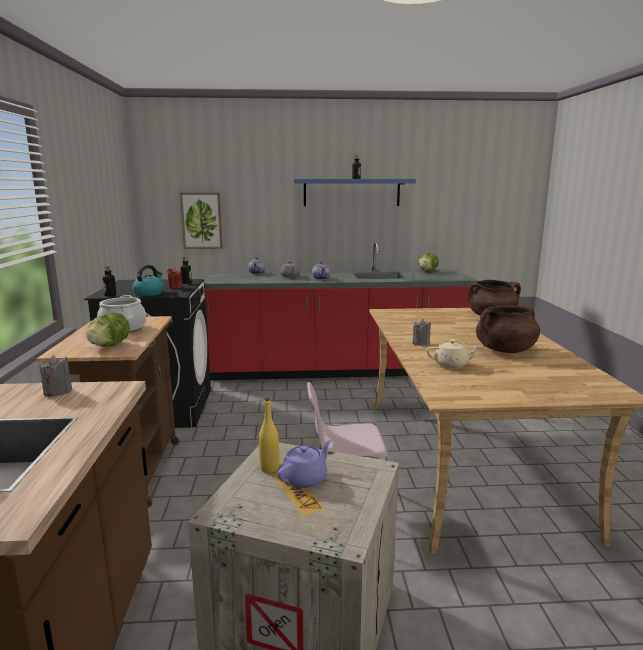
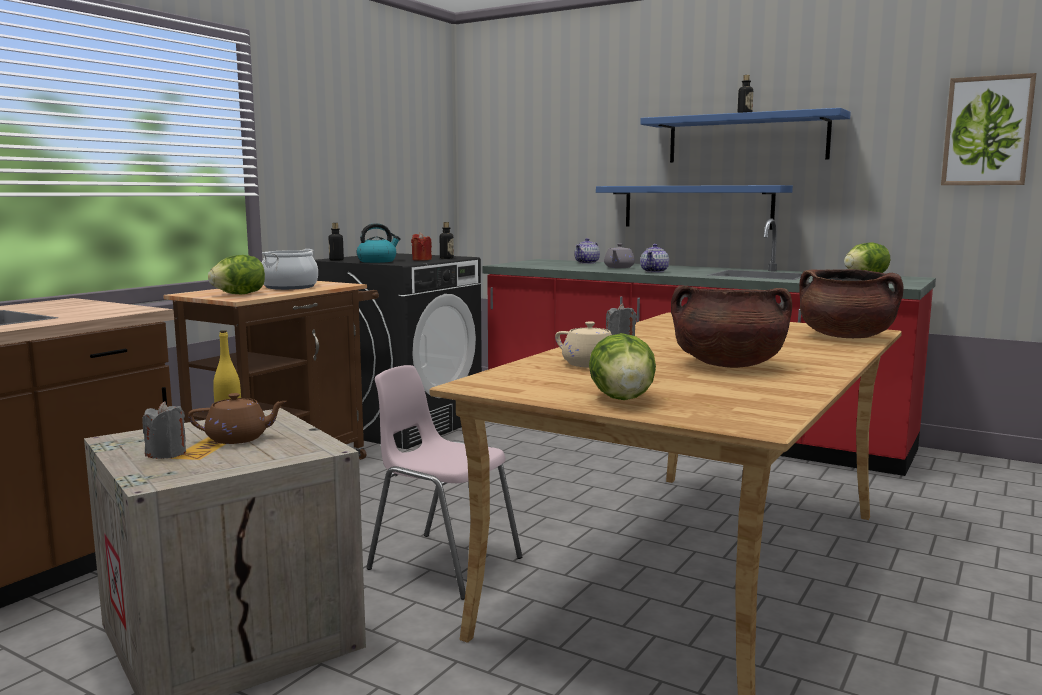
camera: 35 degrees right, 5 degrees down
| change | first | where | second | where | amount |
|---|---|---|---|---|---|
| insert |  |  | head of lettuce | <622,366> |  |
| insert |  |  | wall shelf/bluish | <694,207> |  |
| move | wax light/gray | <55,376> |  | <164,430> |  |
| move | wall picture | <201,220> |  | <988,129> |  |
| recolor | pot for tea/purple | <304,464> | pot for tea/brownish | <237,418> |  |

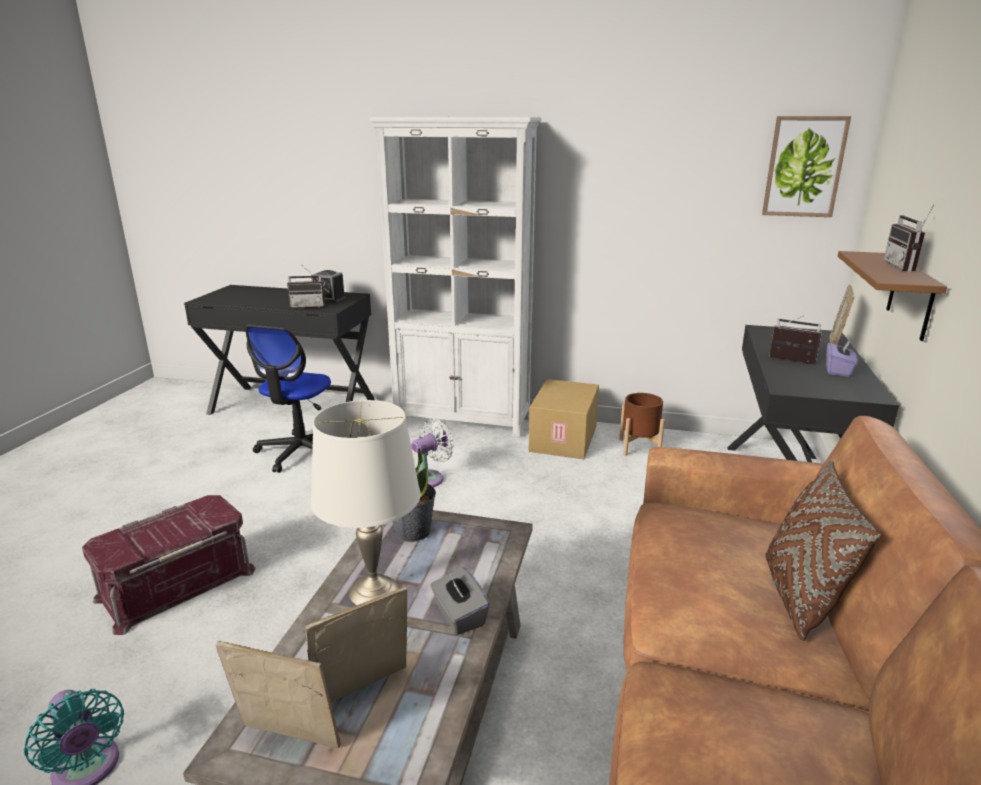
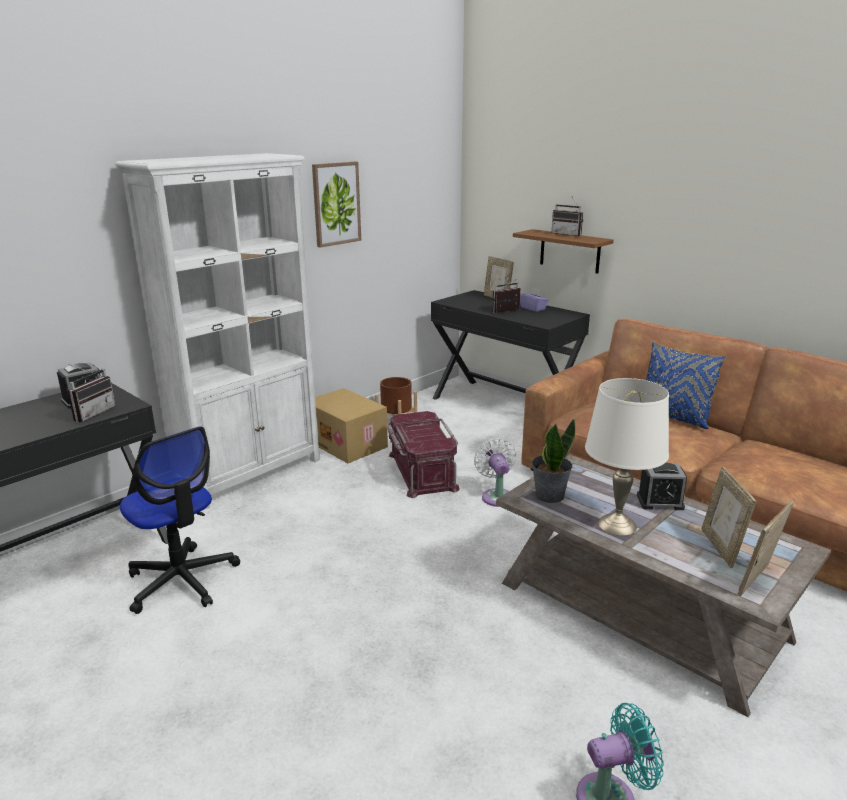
camera: 60 degrees left, 0 degrees up
| change | first | where | second | where | amount |
|---|---|---|---|---|---|
| move | storage container/red-coloured | <168,565> |  | <423,454> |  |
| move | electric fan/whitish | <432,452> |  | <495,472> |  |
| move | wall picture | <806,166> |  | <336,205> |  |
| replace | tissue box/gray | <460,601> | bedside clock | <662,486> |  |
| recolor | throw pillow/brownish | <823,551> | throw pillow/bluish | <686,385> |  |

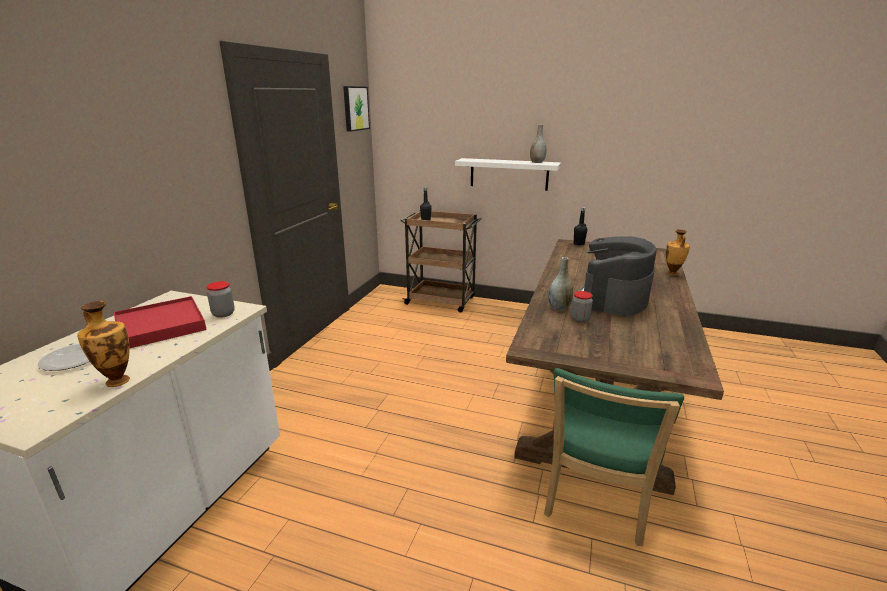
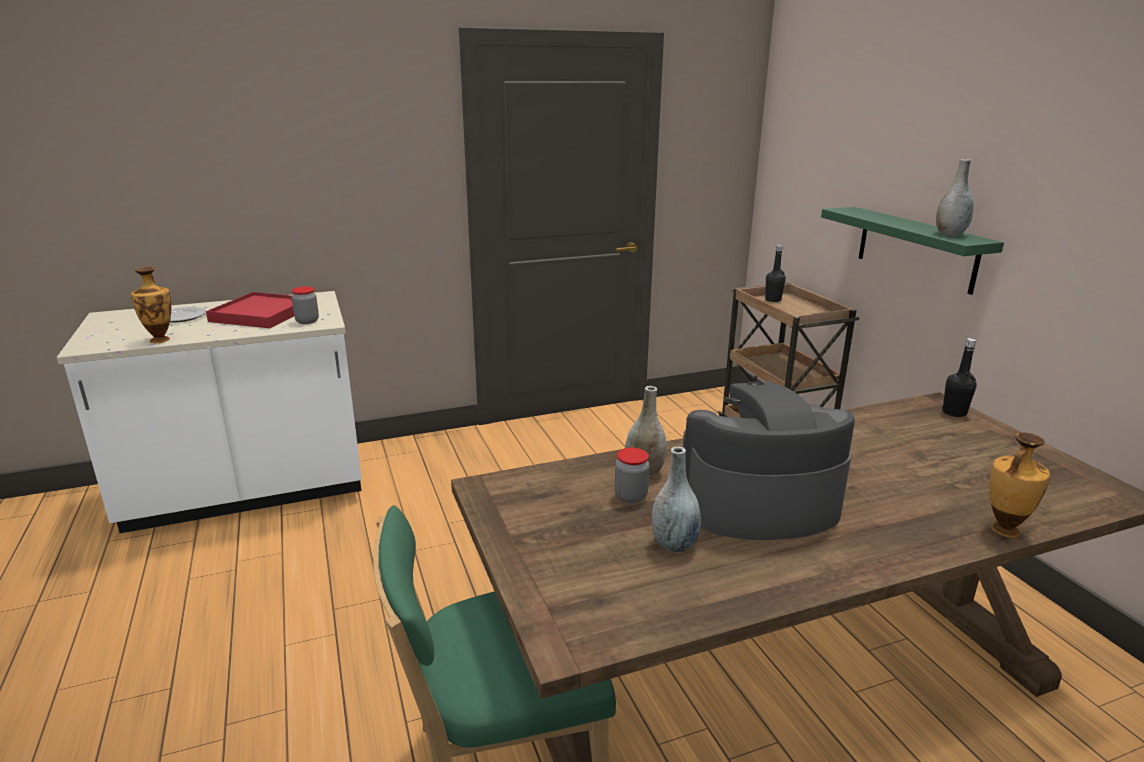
camera: 50 degrees right, 0 degrees up
| change | first | where | second | where | amount |
|---|---|---|---|---|---|
| delete | wall picture | <356,109> |  |  |  |
| insert |  |  | vase/gray | <676,500> |  |
| recolor | wall shelf/whitish | <508,174> | wall shelf/greenish | <912,251> |  |

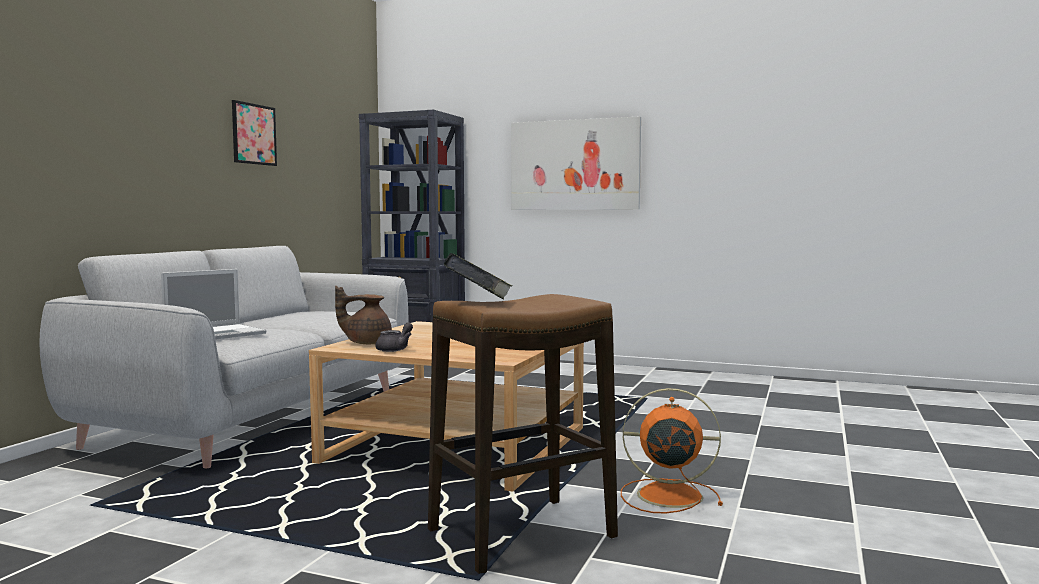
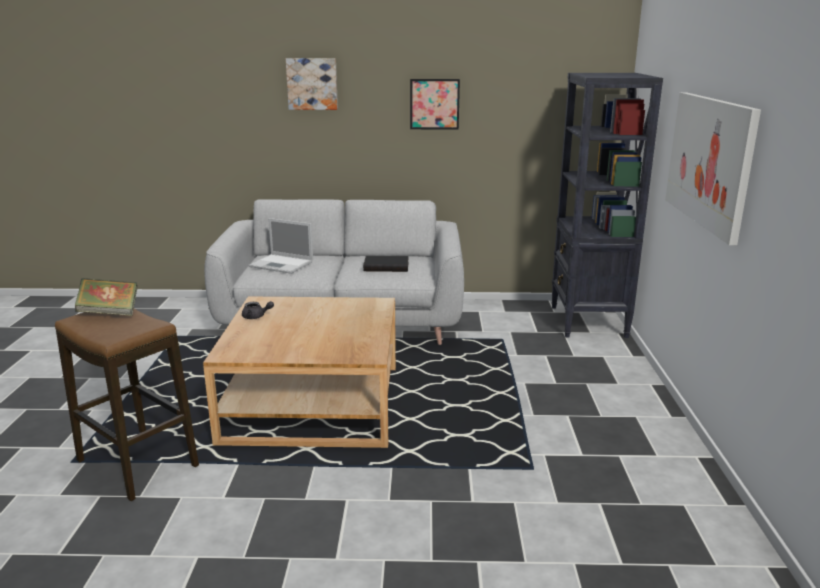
camera: 70 degrees right, 15 degrees up
| change | first | where | second | where | amount |
|---|---|---|---|---|---|
| delete | pot for tea/brownish | <363,315> |  |  |  |
| delete | electric fan/orange-coloured | <672,450> |  |  |  |
| insert |  |  | wall picture | <312,84> |  |
| insert |  |  | bound book/blackish | <386,264> |  |

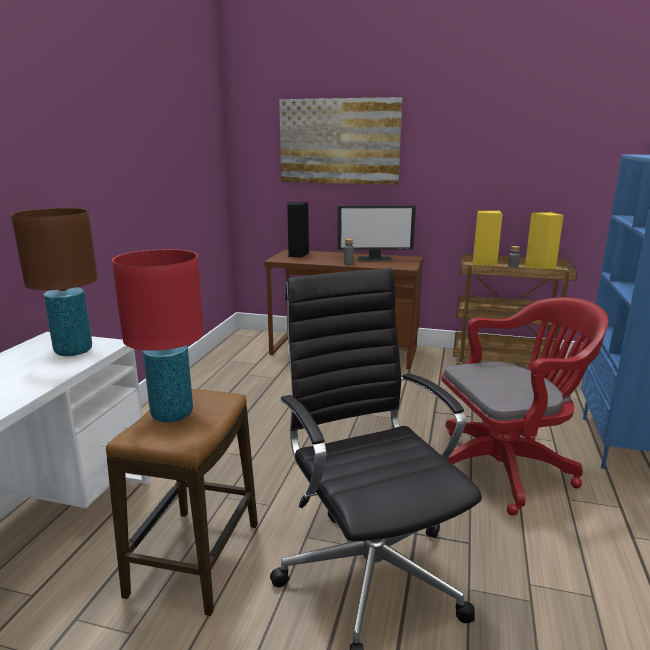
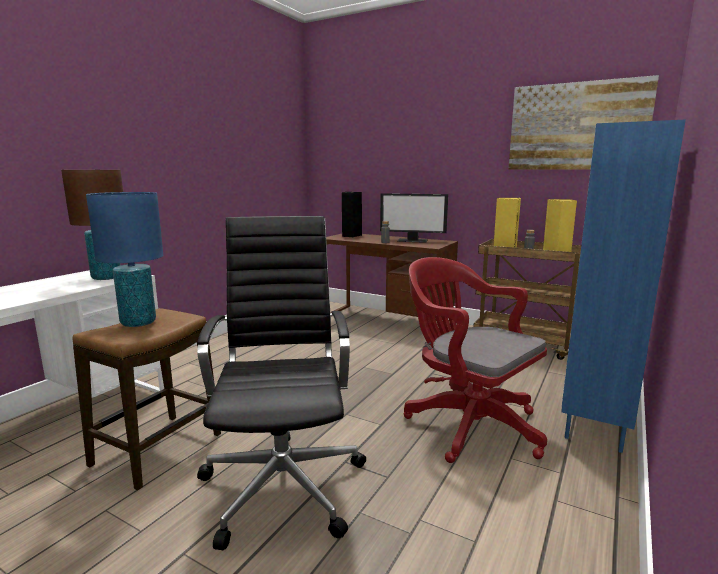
camera: 15 degrees right, 5 degrees down
| change | first | where | second | where | amount |
|---|---|---|---|---|---|
| move | wall picture | <340,141> |  | <583,122> |  |
| recolor | tabletop lamp/red-coloured | <158,336> | tabletop lamp/bluish | <124,259> |  |
| rotate | desk chair/red-coloured | <524,406> |  | <475,360> | 135 degrees counterclockwise |

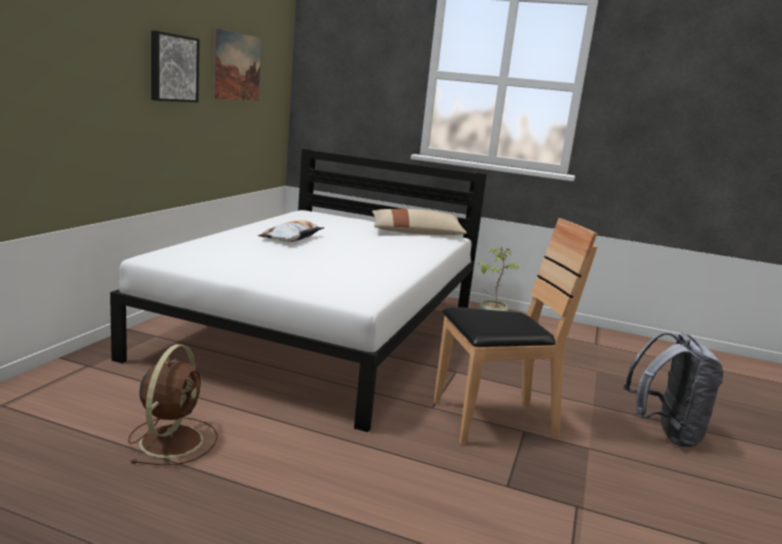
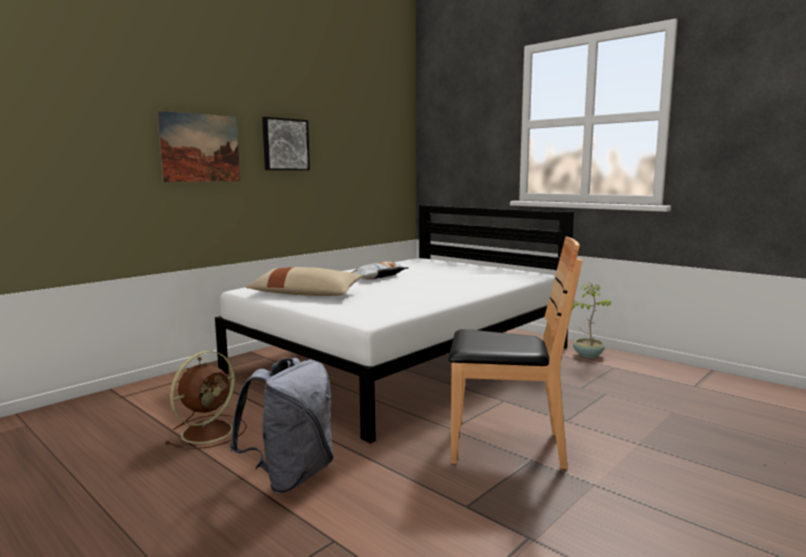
camera: 25 degrees right, 5 degrees down
| change | first | where | second | where | amount |
|---|---|---|---|---|---|
| move | wall picture | <237,64> |  | <198,146> |  |
| move | throw pillow/beige-coloured | <419,222> |  | <304,281> |  |
| move | knapsack/gray | <673,389> |  | <281,425> |  |

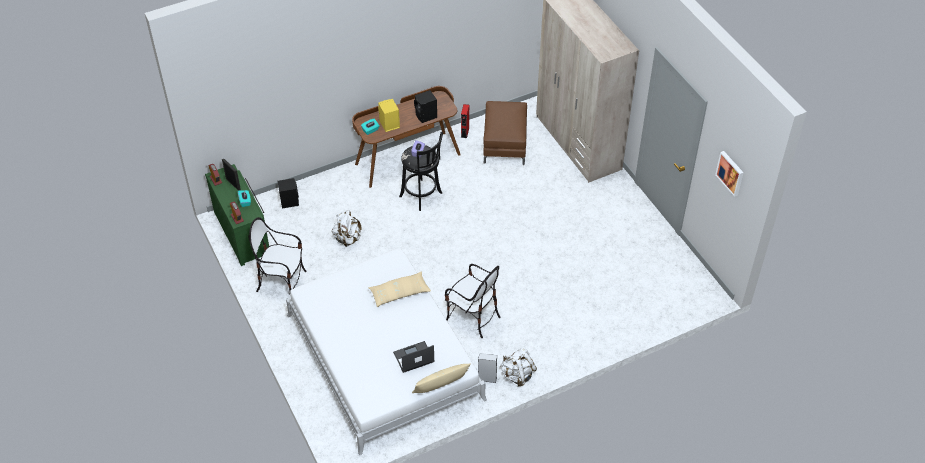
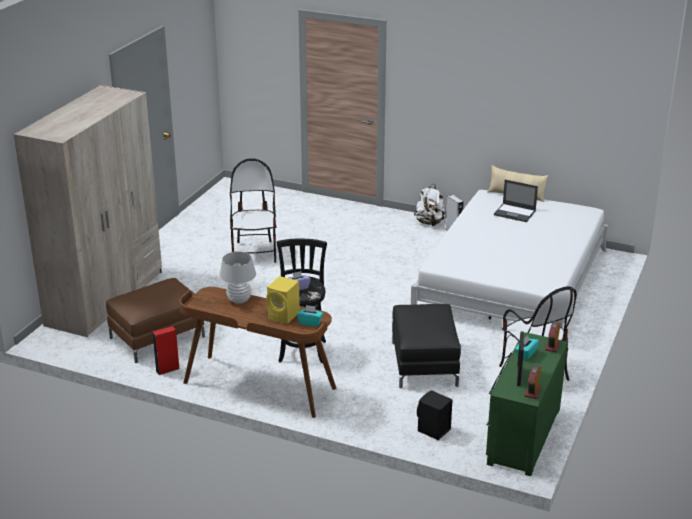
camera: 130 degrees left, 20 degrees down
| change | first | where | second | where | amount |
|---|---|---|---|---|---|
| delete | throw pillow/beige-coloured | <400,289> |  |  |  |
| delete | wall picture | <729,174> |  |  |  |
| move | chair | <473,301> |  | <253,210> |  |
| replace | knapsack/whitish | <347,229> | ottoman/blackish | <426,346> |  |
| replace | speaker/blackish | <425,106> | tabletop lamp/whitish | <238,277> |  |

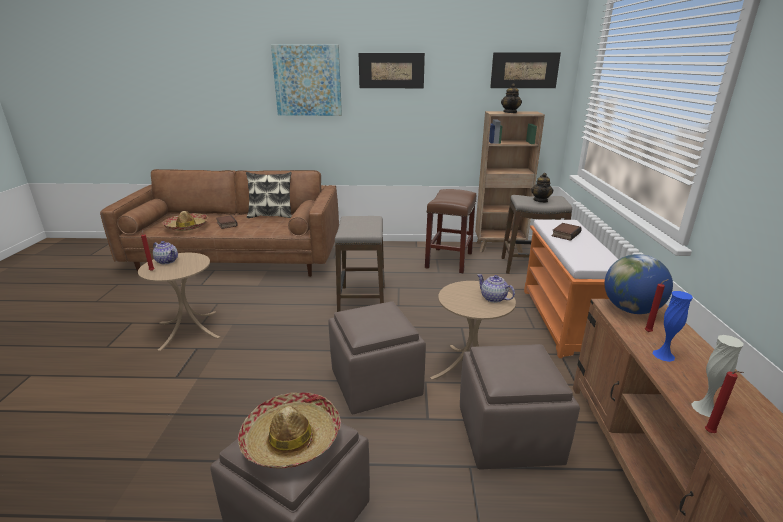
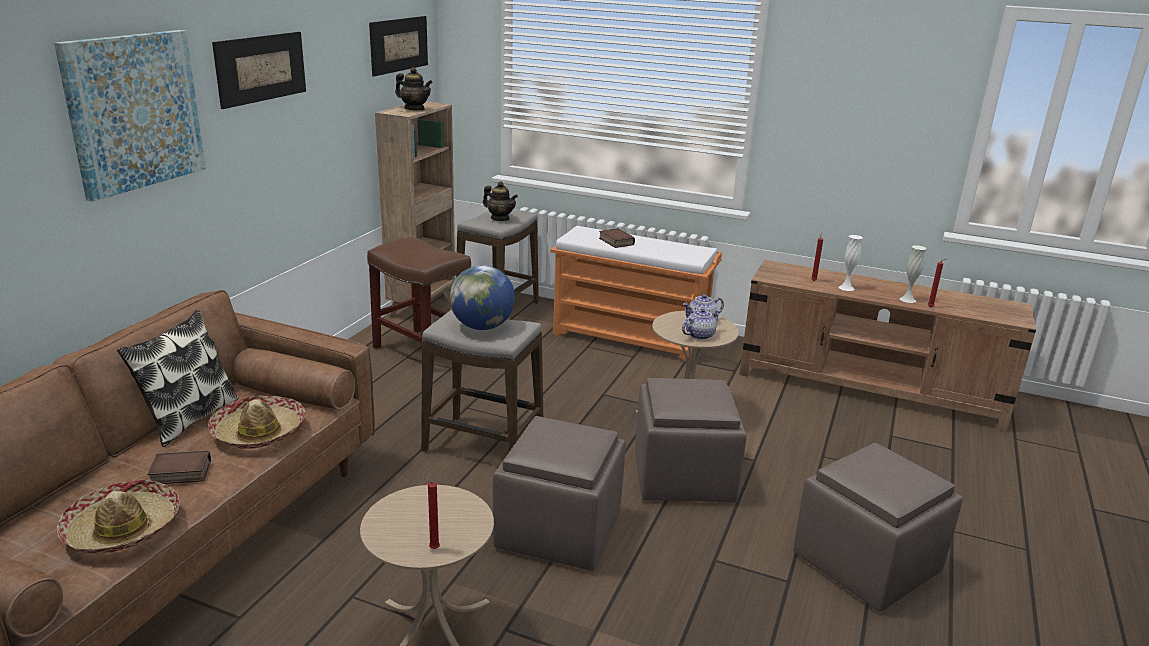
camera: 70 degrees left, 0 degrees up
| change | first | where | second | where | amount |
|---|---|---|---|---|---|
| move | pot for tea | <165,252> |  | <701,324> |  |
| move | wearable hat | <289,430> |  | <256,422> |  |
| move | ottoman/brownish | <520,407> |  | <559,493> |  |
| move | desk globe | <639,284> |  | <482,297> |  |
| recolor | vase/bluish | <673,326> | vase/whitish | <851,263> |  |

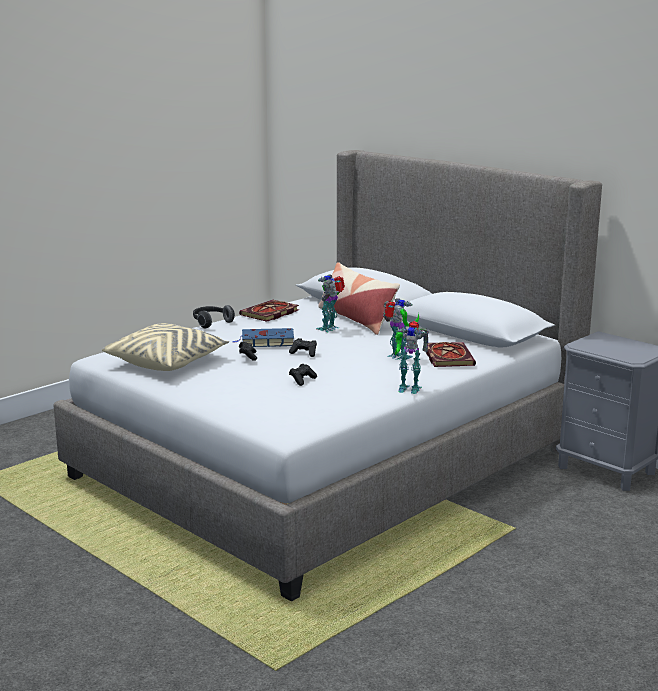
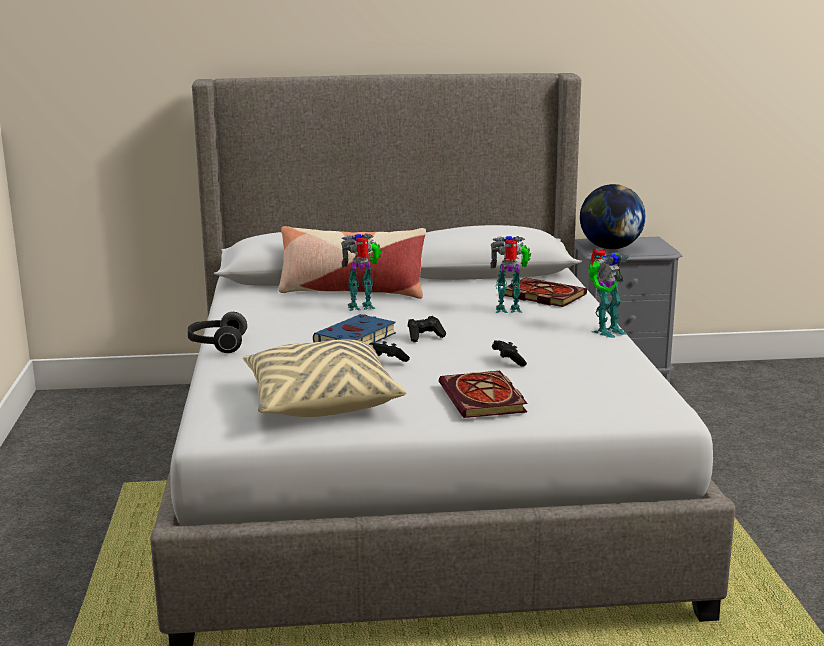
camera: 50 degrees left, 0 degrees up
| change | first | where | second | where | amount |
|---|---|---|---|---|---|
| insert |  |  | desk globe | <613,216> |  |
| move | bound book | <269,311> |  | <483,394> |  |
| rotate | robot figure | <330,303> |  | <361,272> | 90 degrees clockwise |

